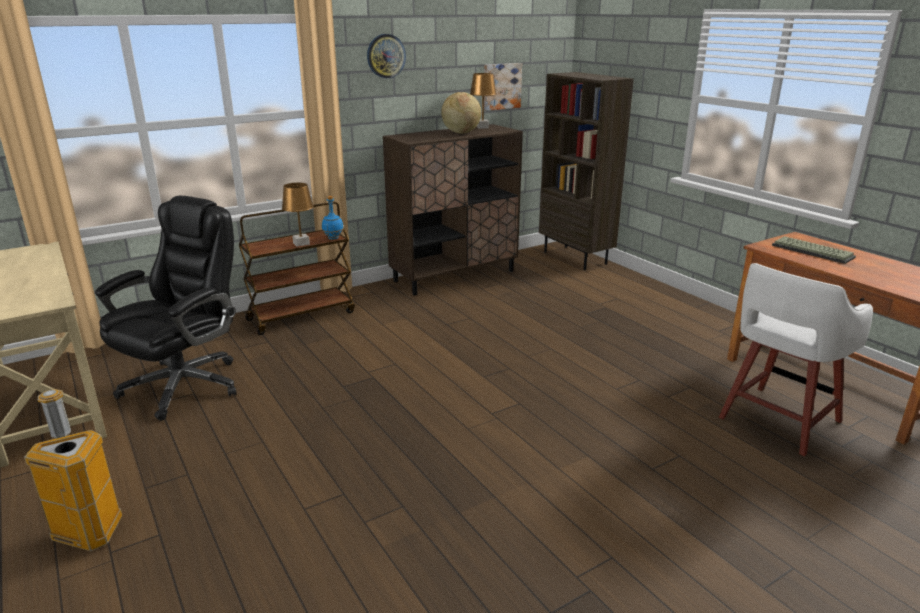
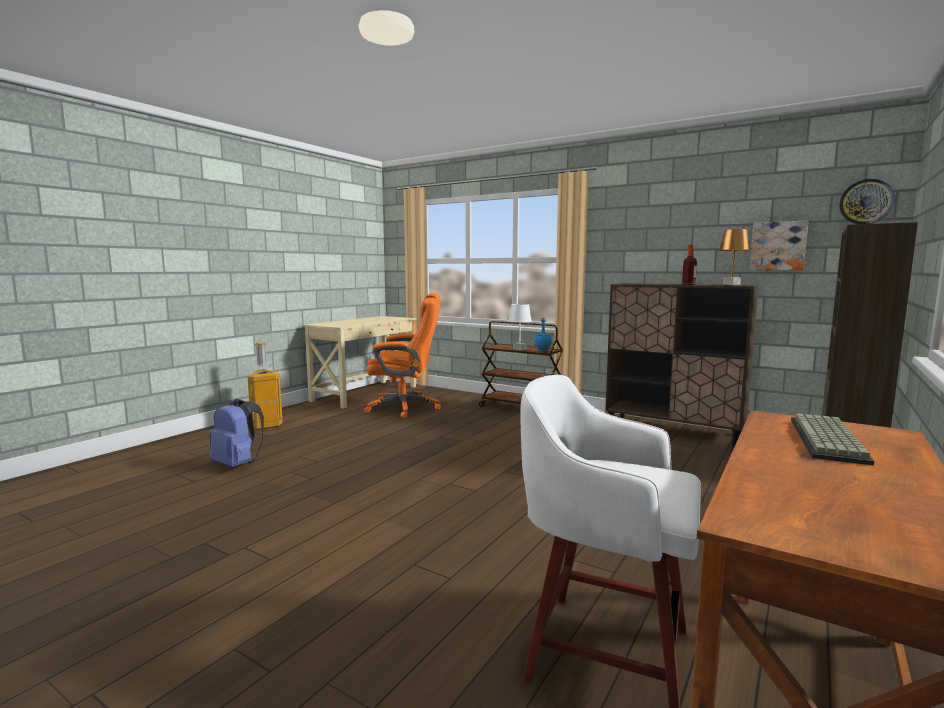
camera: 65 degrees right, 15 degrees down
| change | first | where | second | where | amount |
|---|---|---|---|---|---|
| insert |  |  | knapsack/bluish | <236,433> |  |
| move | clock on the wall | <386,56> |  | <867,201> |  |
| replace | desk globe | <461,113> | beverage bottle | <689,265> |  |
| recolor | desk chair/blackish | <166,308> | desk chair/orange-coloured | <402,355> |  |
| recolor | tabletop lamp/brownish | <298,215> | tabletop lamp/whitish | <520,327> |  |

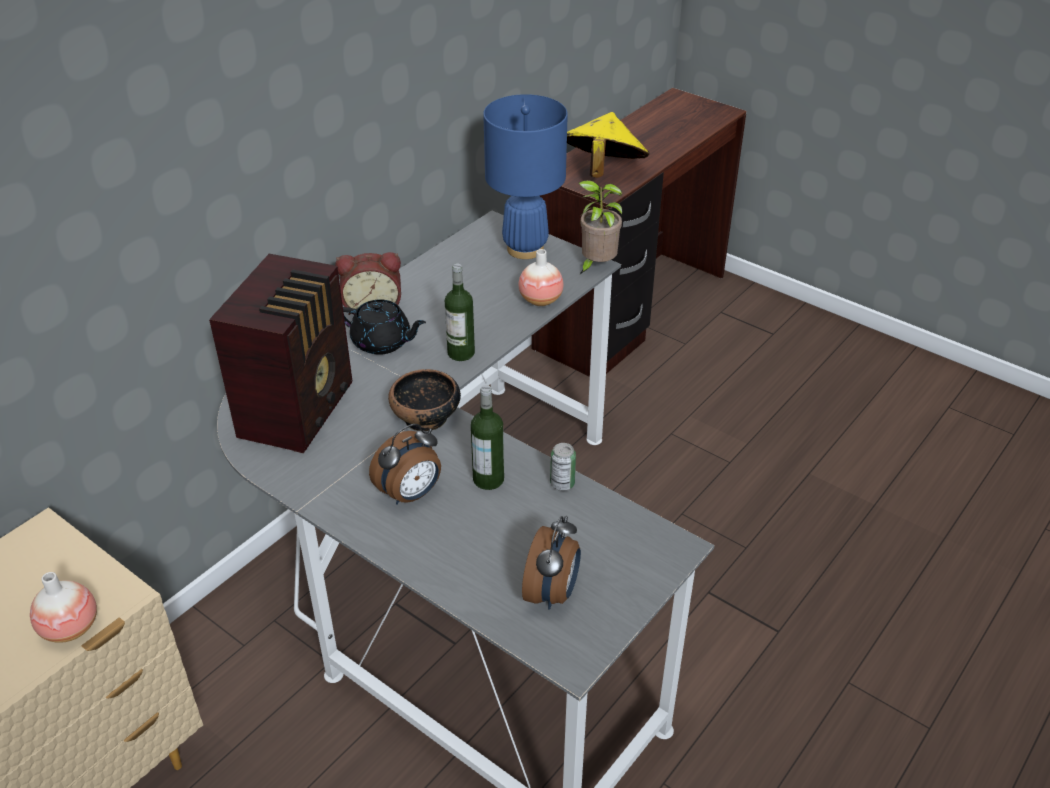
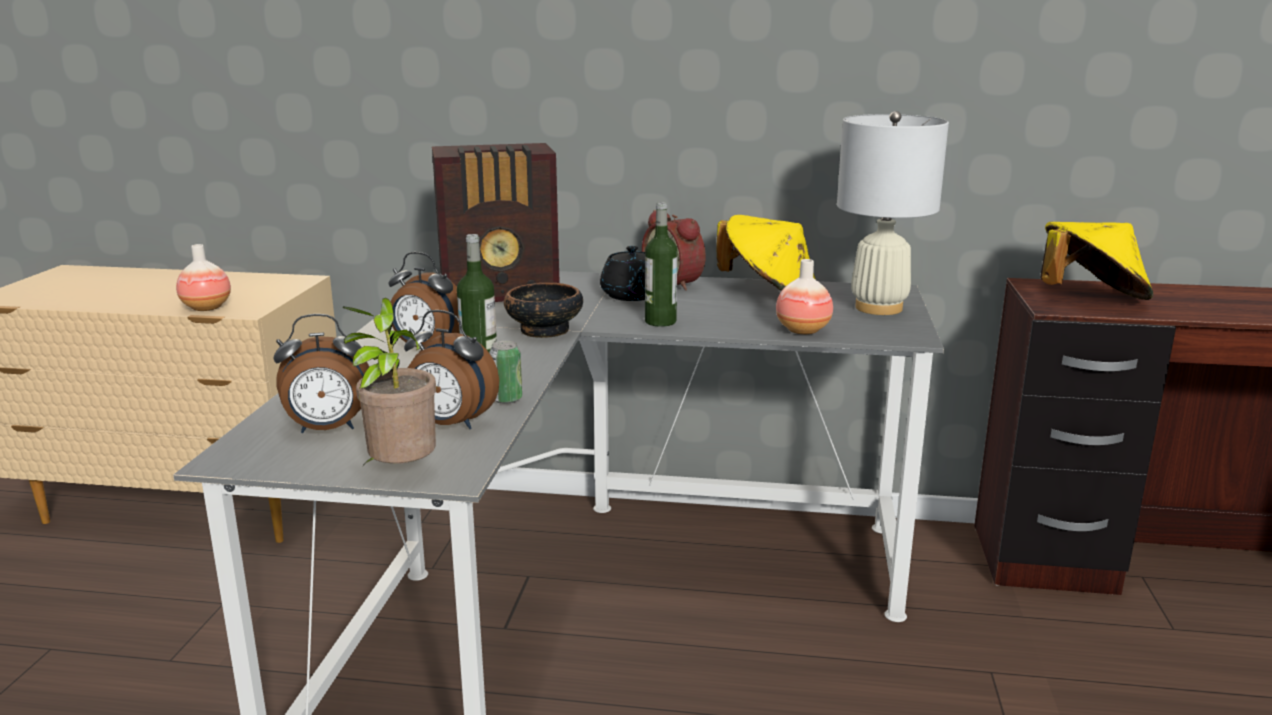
camera: 60 degrees right, 20 degrees down
| change | first | where | second | where | amount |
|---|---|---|---|---|---|
| insert |  |  | bedside clock | <451,369> |  |
| insert |  |  | wearable hat/yellow-coloured | <766,253> |  |
| move | potted plant | <600,227> |  | <389,382> |  |
| recolor | tabletop lamp/bluish | <525,176> | tabletop lamp/whitish | <893,213> |  |

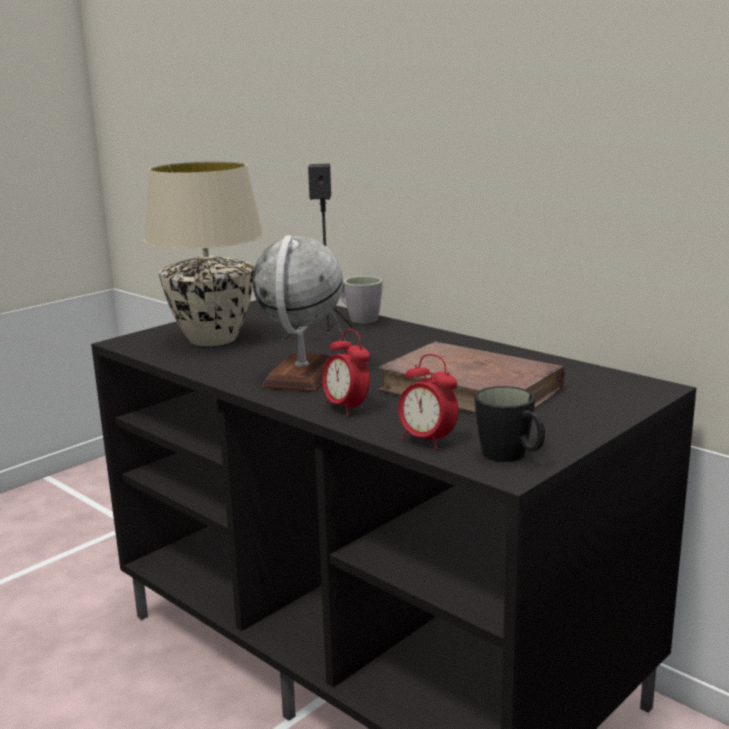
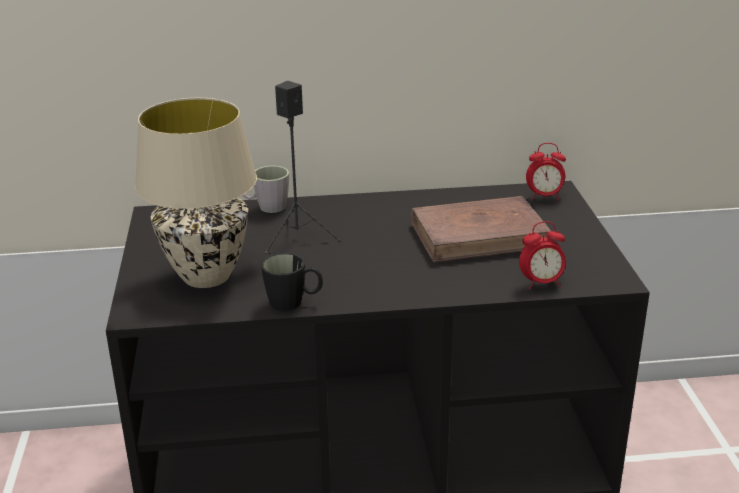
camera: 50 degrees left, 10 degrees up
| change | first | where | second | where | amount |
|---|---|---|---|---|---|
| delete | desk globe | <297,313> |  |  |  |
| move | bedside clock | <346,372> |  | <546,172> |  |
| move | coffee mug/blackish | <510,424> |  | <292,282> |  |

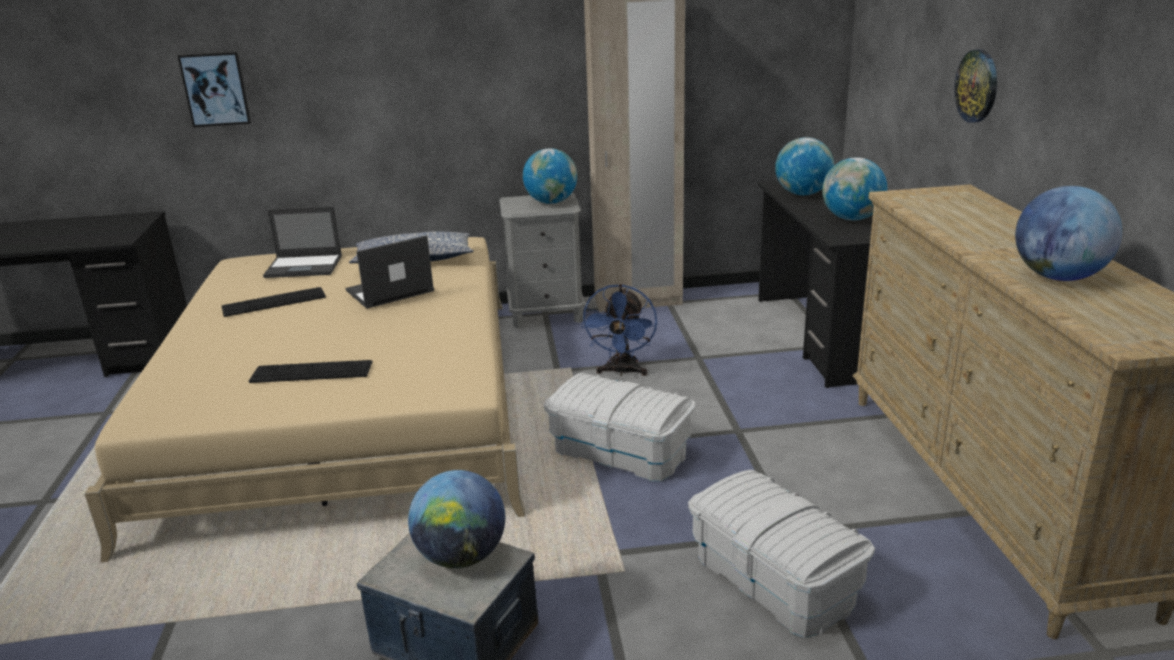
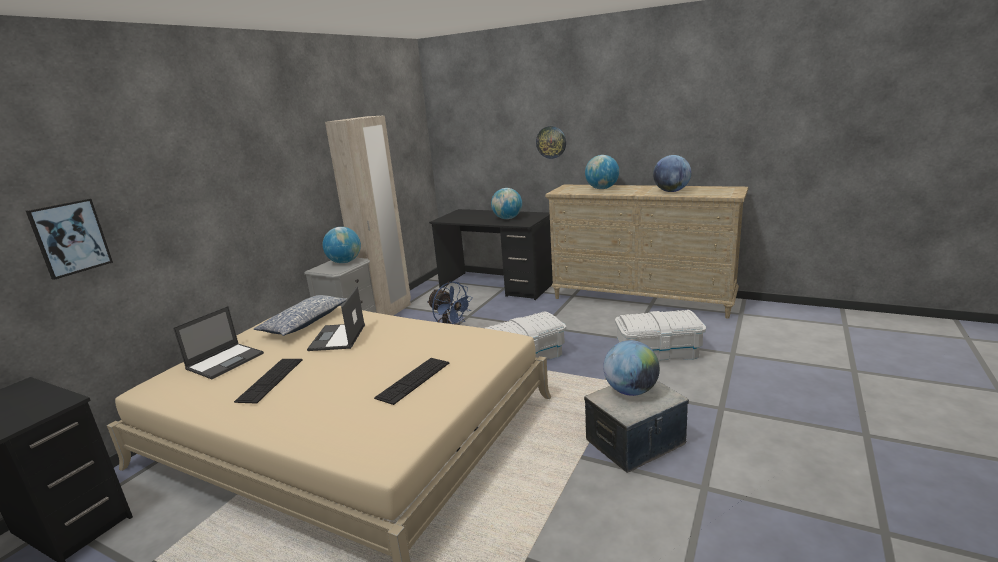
camera: 55 degrees left, 5 degrees down
| change | first | where | second | where | amount |
|---|---|---|---|---|---|
| move | desk globe | <804,166> |  | <602,172> |  |

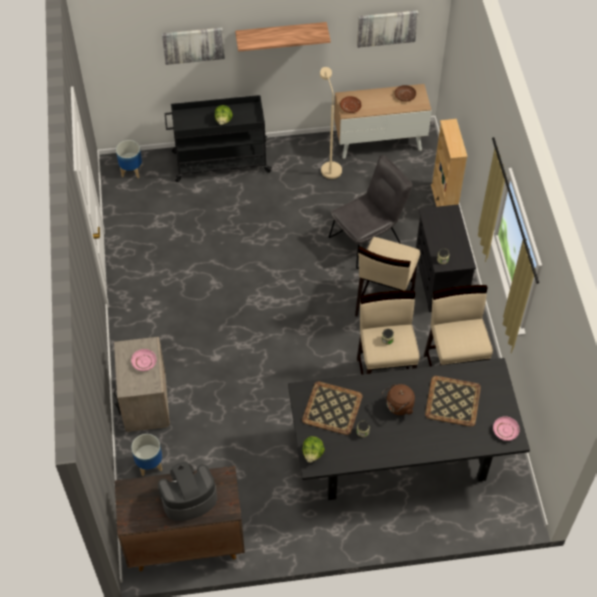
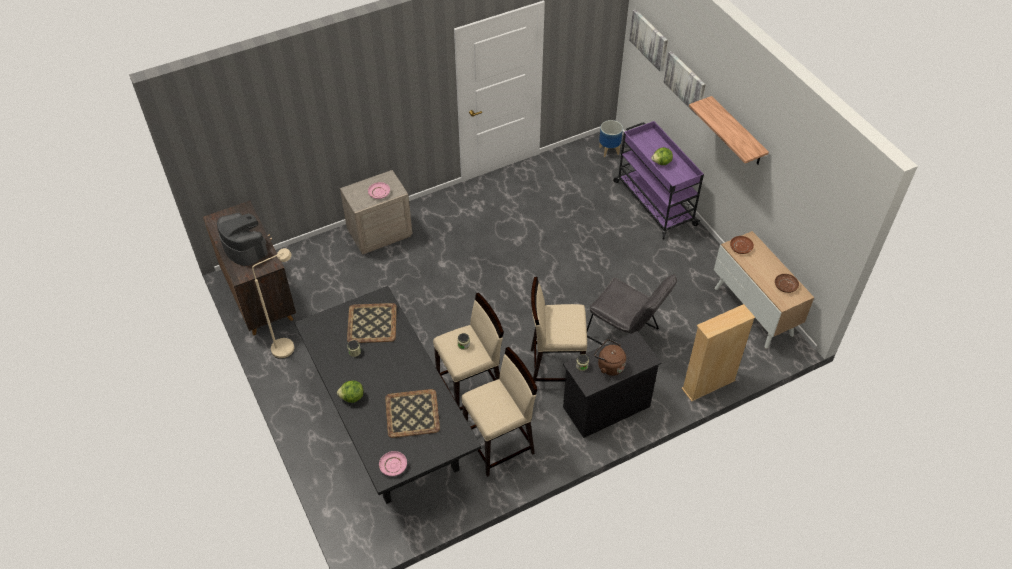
camera: 70 degrees right, 5 degrees down
| change | first | where | second | where | amount |
|---|---|---|---|---|---|
| delete | plant pot | <146,455> |  |  |  |
| move | head of lettuce | <313,449> |  | <350,391> |  |
| move | standard lamp/beige-coloured | <331,123> |  | <273,303> |  |
| move | wall picture | <388,29> |  | <648,40> |  |
| move | kettle/brownish | <398,399> |  | <610,357> |  |
| recolor | cart/blackish | <218,138> | cart/purple | <658,180> |  |

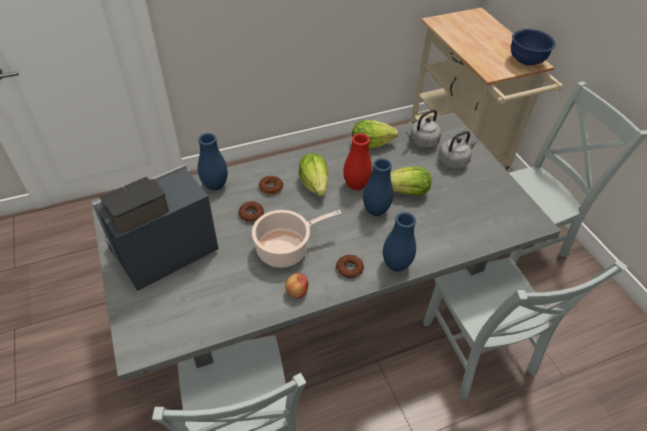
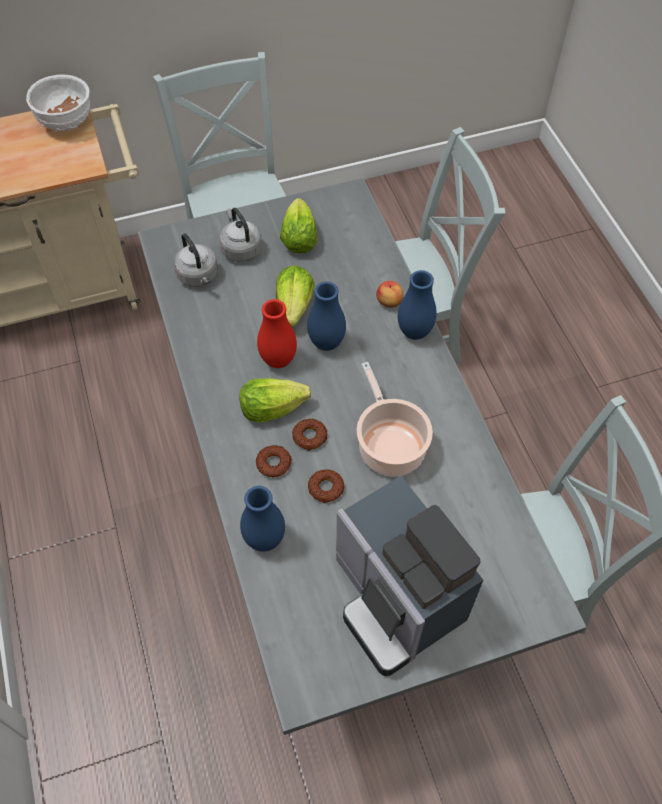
camera: 85 degrees left, 10 degrees up
| change | first | where | second | where | amount |
|---|---|---|---|---|---|
| move | whole apple | <296,285> |  | <390,294> |  |
| move | ring doughnut | <350,266> |  | <310,435> |  |
| move | head of lettuce | <375,134> |  | <298,225> |  |
| recolor | bowl/bluish | <533,47> | bowl/whitish | <58,102> |  |

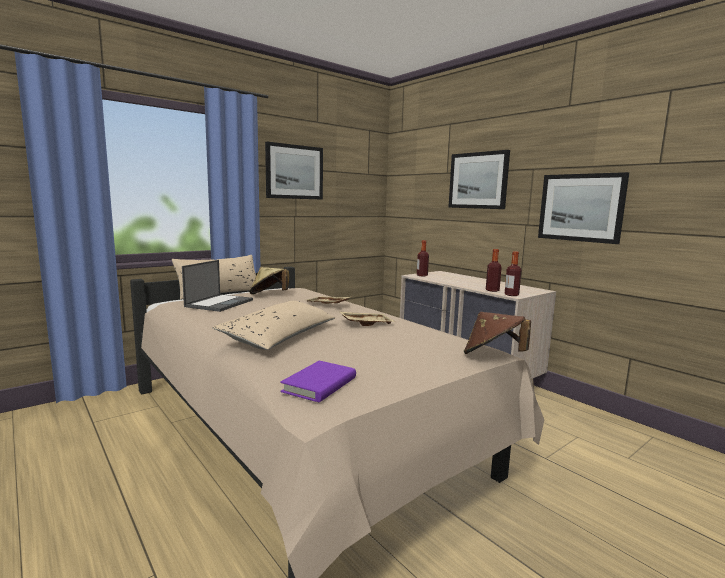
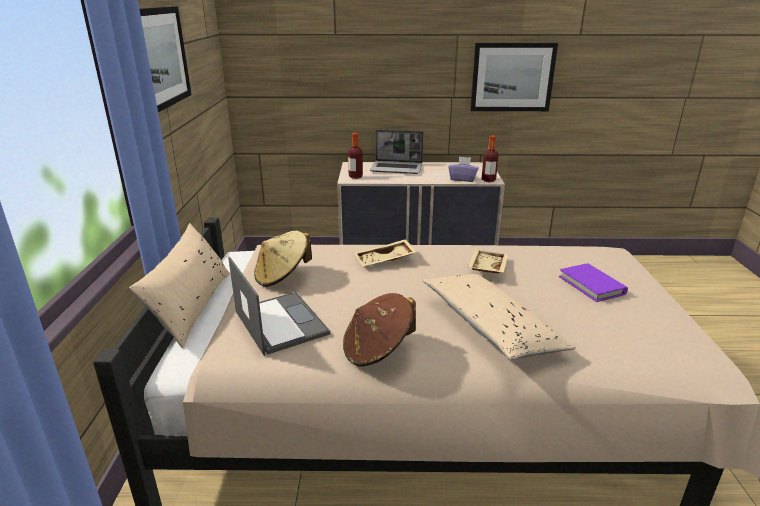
camera: 50 degrees left, 15 degrees up
| change | first | where | second | where | amount |
|---|---|---|---|---|---|
| delete | wall picture | <479,179> |  |  |  |
| insert |  |  | laptop | <397,152> |  |
| move | bound book/purple | <318,381> |  | <593,282> |  |
| move | wearable hat/brownish | <497,333> |  | <379,329> |  |
| replace | beverage bottle | <494,270> | tissue box/purple | <463,169> |  |

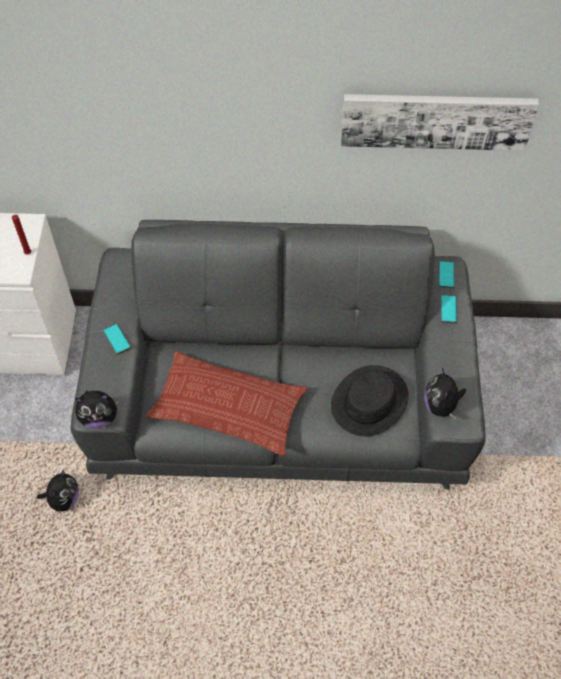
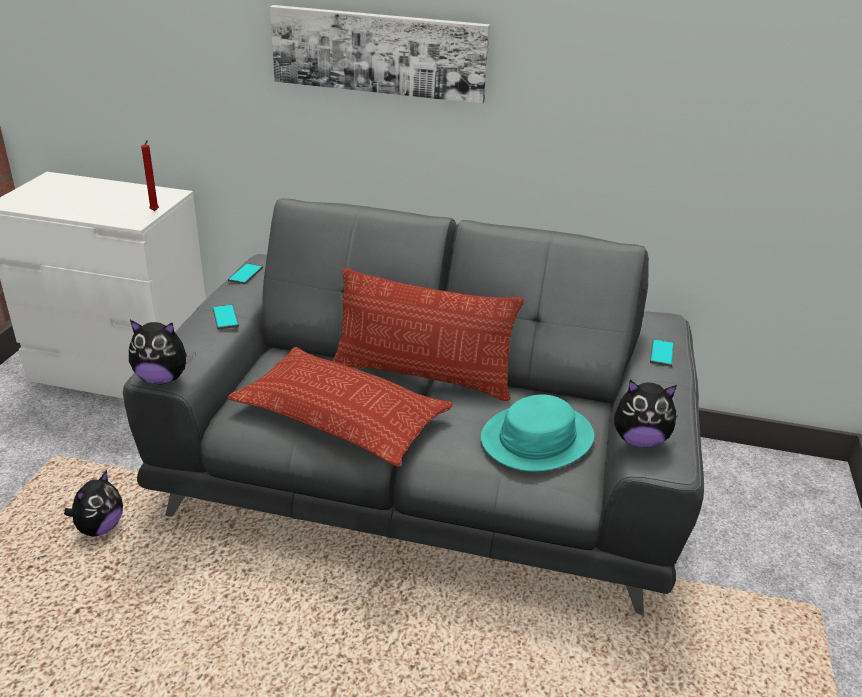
camera: 10 degrees right, 25 degrees down
| change | first | where | second | where | amount |
|---|---|---|---|---|---|
| insert |  |  | throw pillow | <428,334> |  |
| move | wall picture | <440,122> |  | <380,54> |  |
| move | telephone | <446,274> |  | <245,273> |  |
| recolor | wearable hat/blackish | <370,401> | wearable hat/turquoise | <537,433> |  |
| rotate | soft toy | <445,393> |  | <646,414> | 90 degrees counterclockwise |

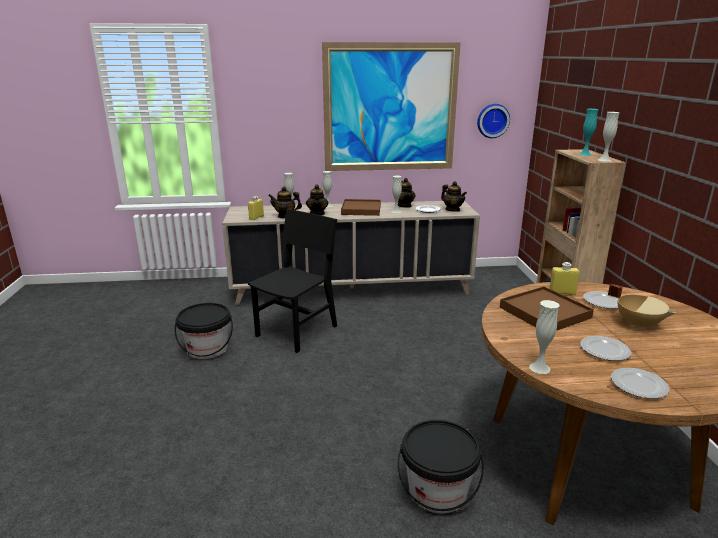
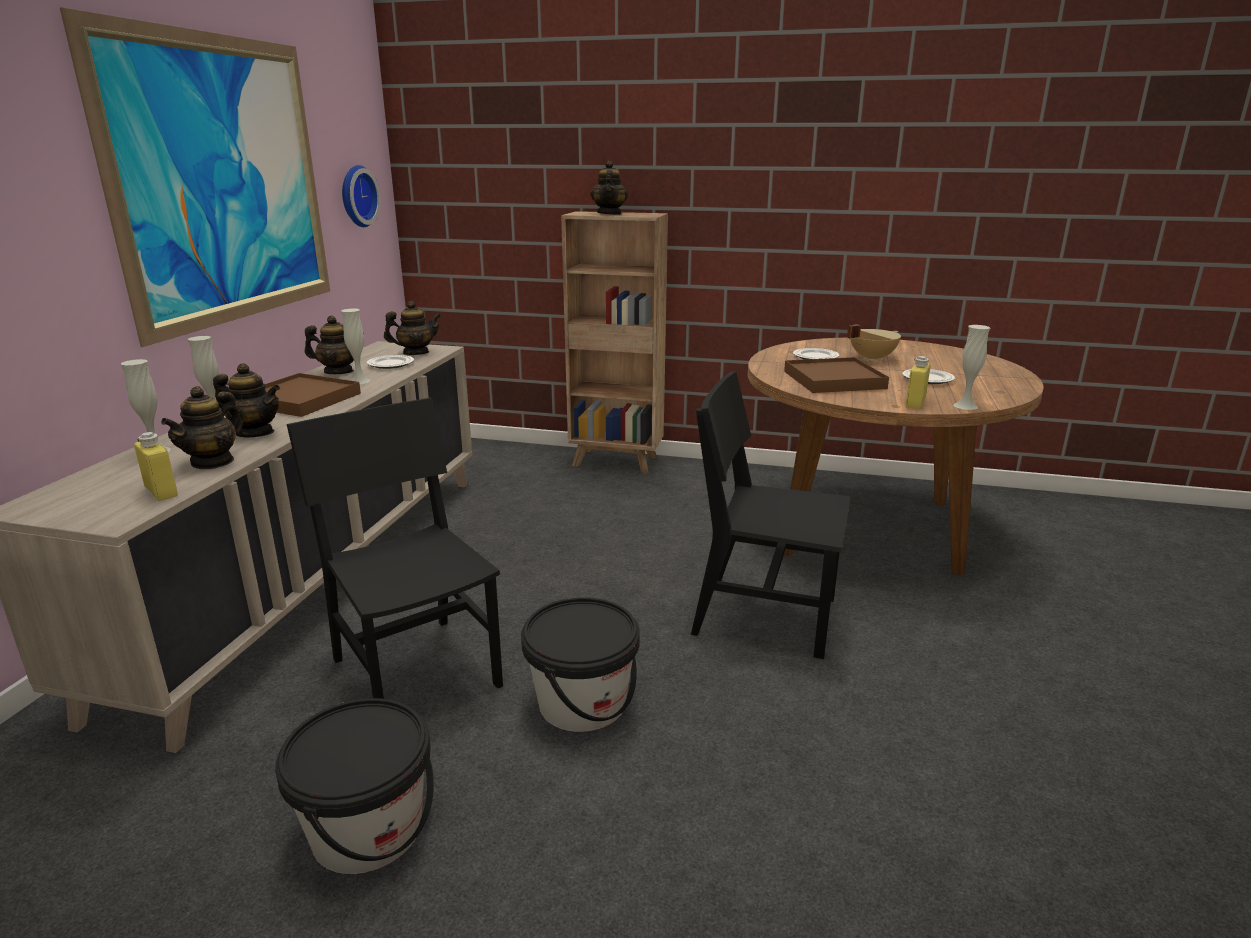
camera: 70 degrees left, 0 degrees up
| change | first | where | second | where | amount |
|---|---|---|---|---|---|
| delete | vase/whitish | <609,137> |  |  |  |
| delete | plate | <640,383> |  |  |  |
| insert |  |  | chair/blackish | <770,515> |  |
| move | pail/blackish | <441,466> |  | <580,664> |  |
| move | beverage bottle/yellow-coloured | <564,278> |  | <918,382> |  |
| replace | vase/turquoise | <589,132> | pot for tea | <609,188> |  |

